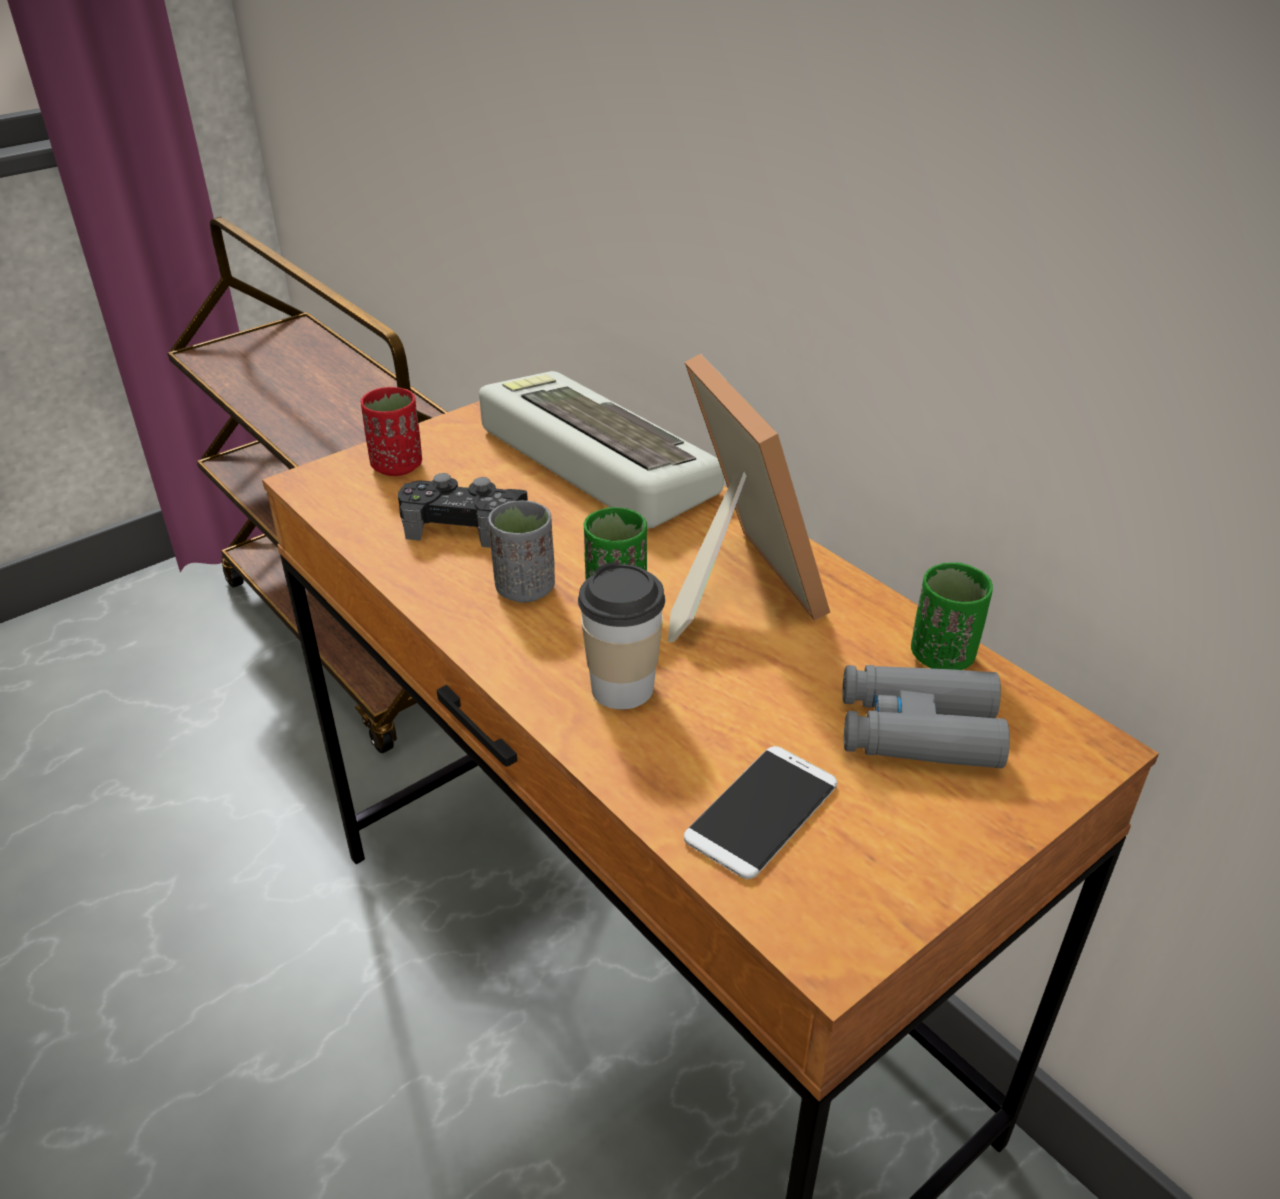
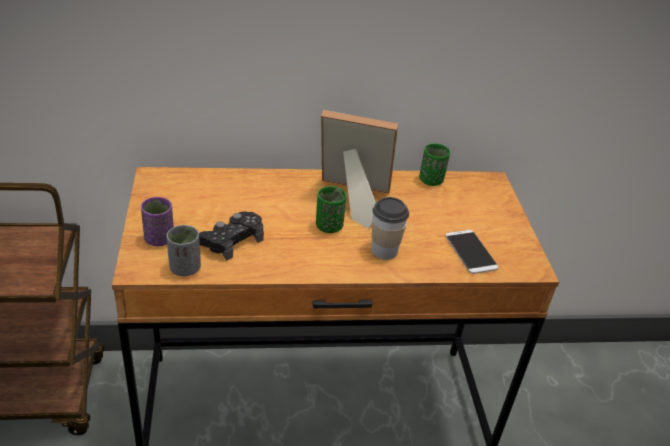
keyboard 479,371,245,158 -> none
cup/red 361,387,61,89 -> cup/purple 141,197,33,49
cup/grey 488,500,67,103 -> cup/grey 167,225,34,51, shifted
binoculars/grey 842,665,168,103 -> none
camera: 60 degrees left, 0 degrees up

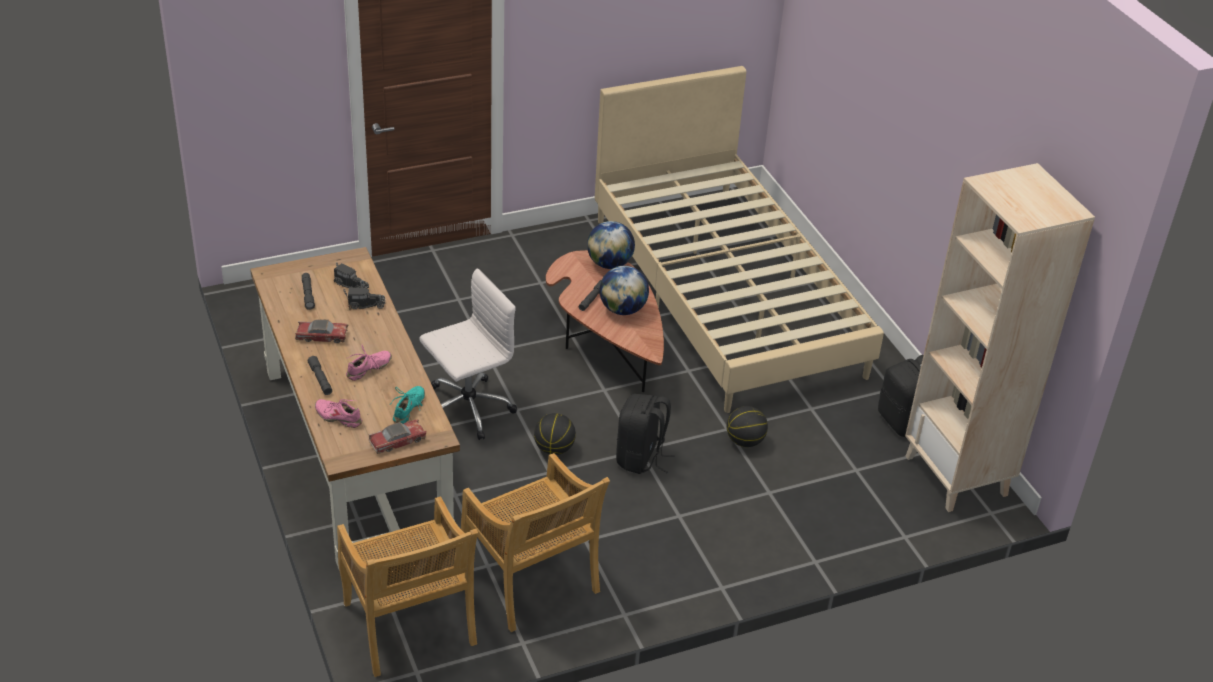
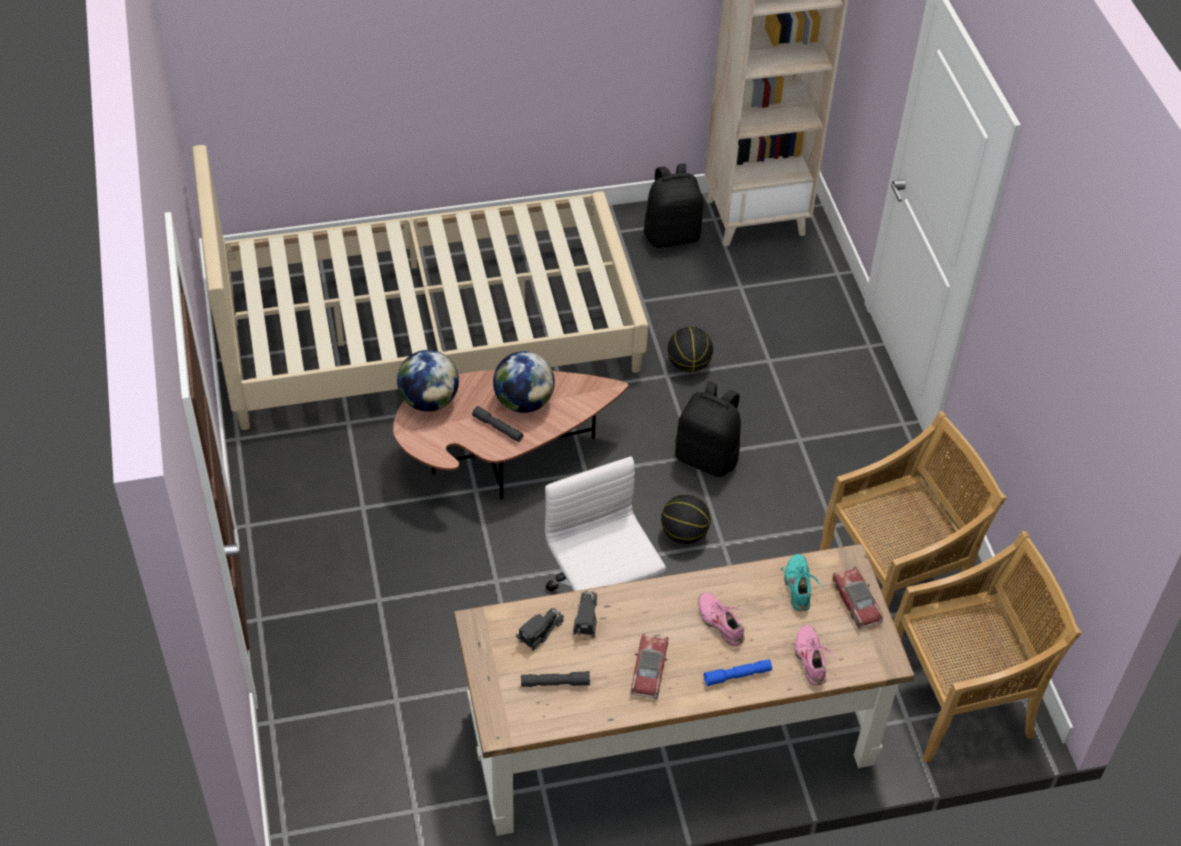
flashlight/grey 307,356,25,39 -> flashlight/blue 703,659,69,27
shoe/turquoise 391,386,34,38 -> shoe/turquoise 781,554,43,57, 60 degrees clockwise
shoe/pink 315,399,47,29 -> shoe/pink 792,625,46,61, 135 degrees clockwise
camera: 80 degrees left, 10 degrees up

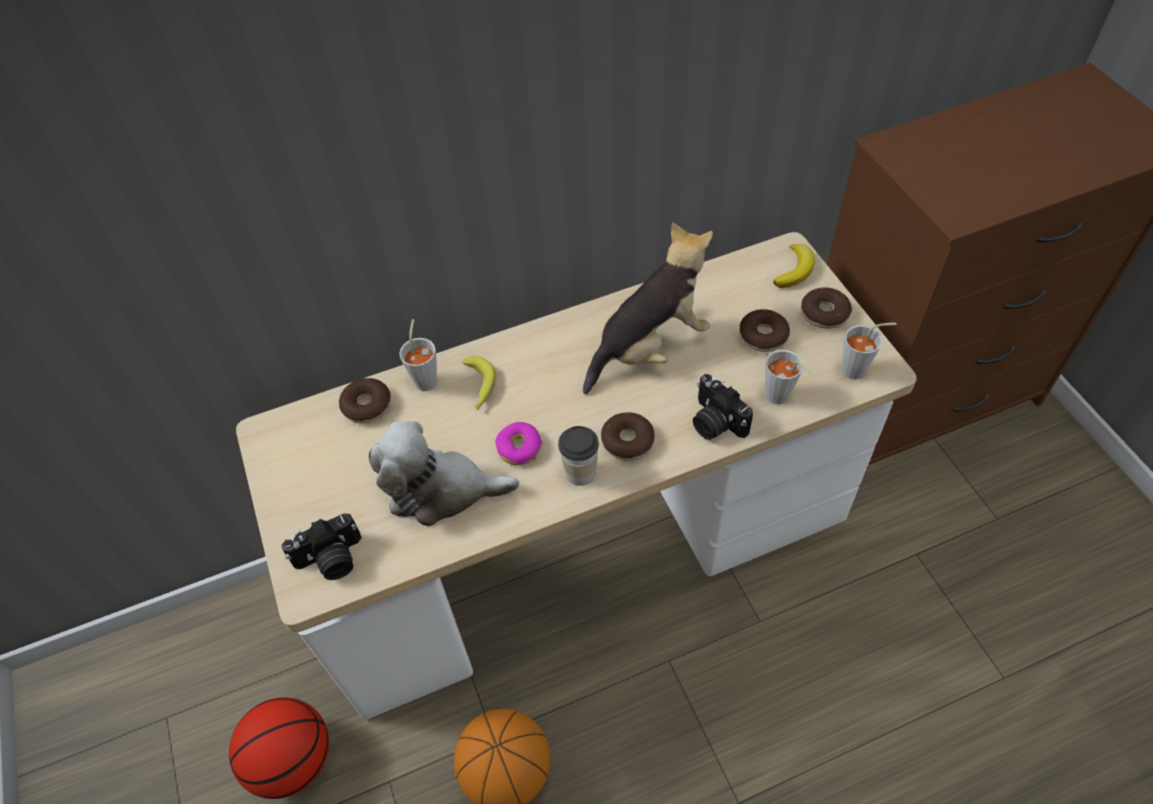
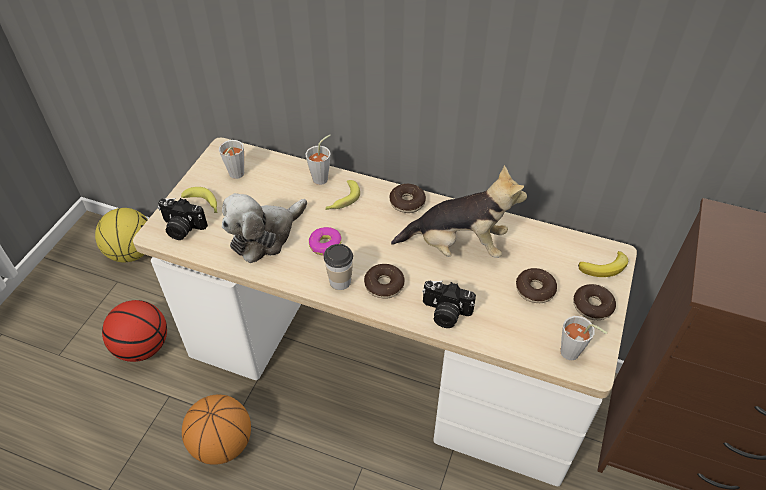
cup/grey 765,350,47,54 -> cup/grey 219,140,25,39, shifted
photo camera 693,374,60,66 -> photo camera 422,281,54,47, 75 degrees counterclockwise
donut 339,378,52,45 -> donut 390,184,36,29, shifted
plush toy 369,421,150,105 -> plush toy 222,193,85,70, 90 degrees counterclockwise
none -> banana 181,187,37,26
none -> basketball 95,208,53,54
camera: 40 degrees right, 5 degrees down

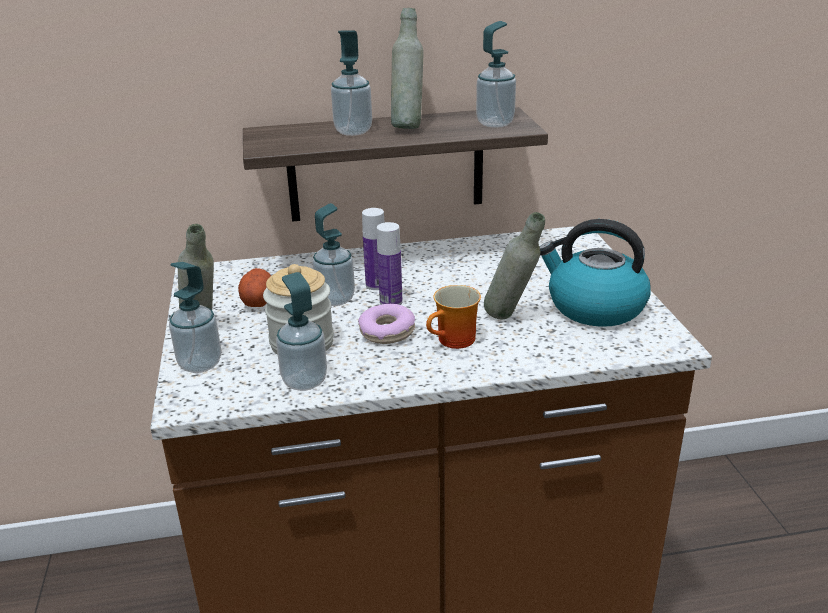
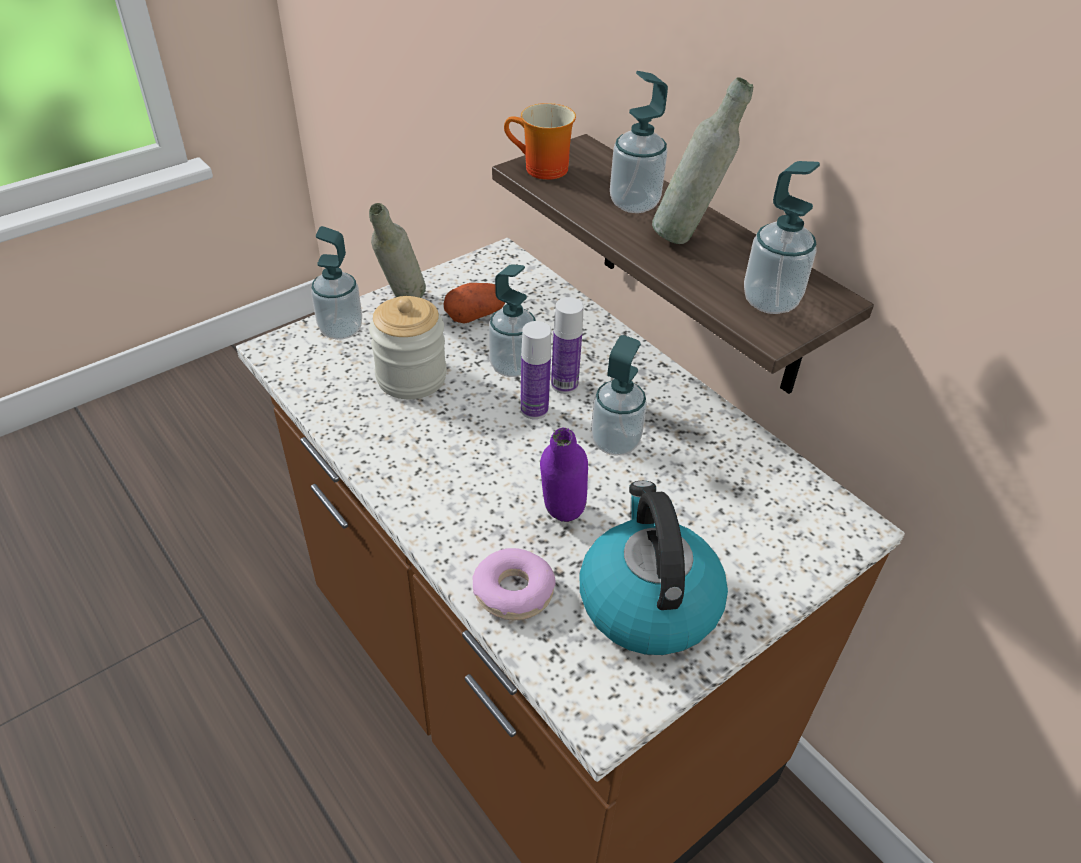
bottle/grey 484,212,61,107 -> bottle/purple 540,428,48,94
soap dispenser 276,272,51,119 -> soap dispenser 591,335,56,121, shifted
mug 426,285,55,64 -> mug 504,103,72,77, shifted
donut 358,304,57,40 -> donut 472,548,84,72, shifted
camera: 60 degrees right, 15 degrees up

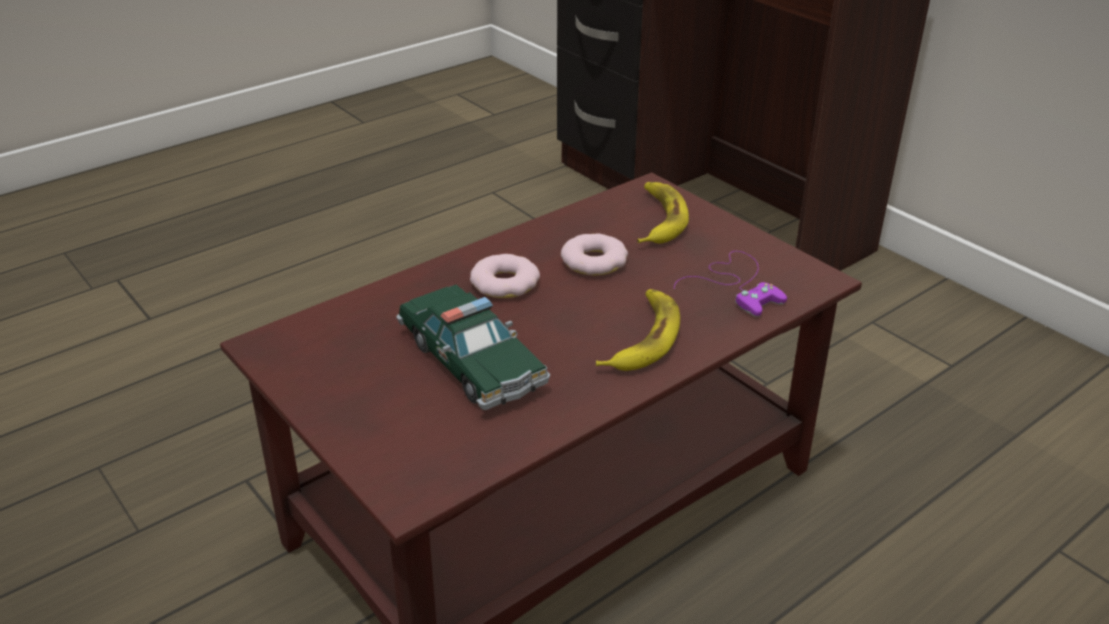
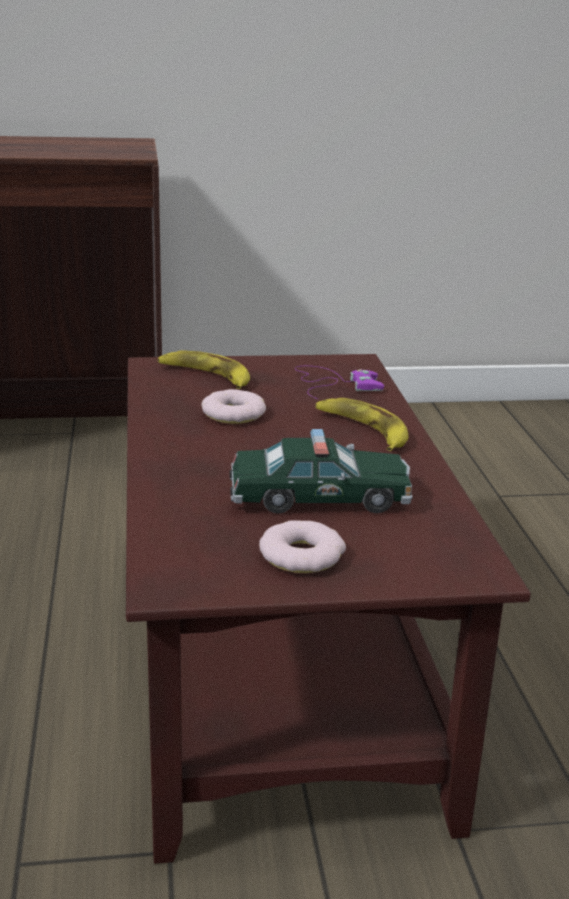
donut 470,254,70,44 -> donut 259,520,87,53, shifted
camera: 60 degrees left, 10 degrees down

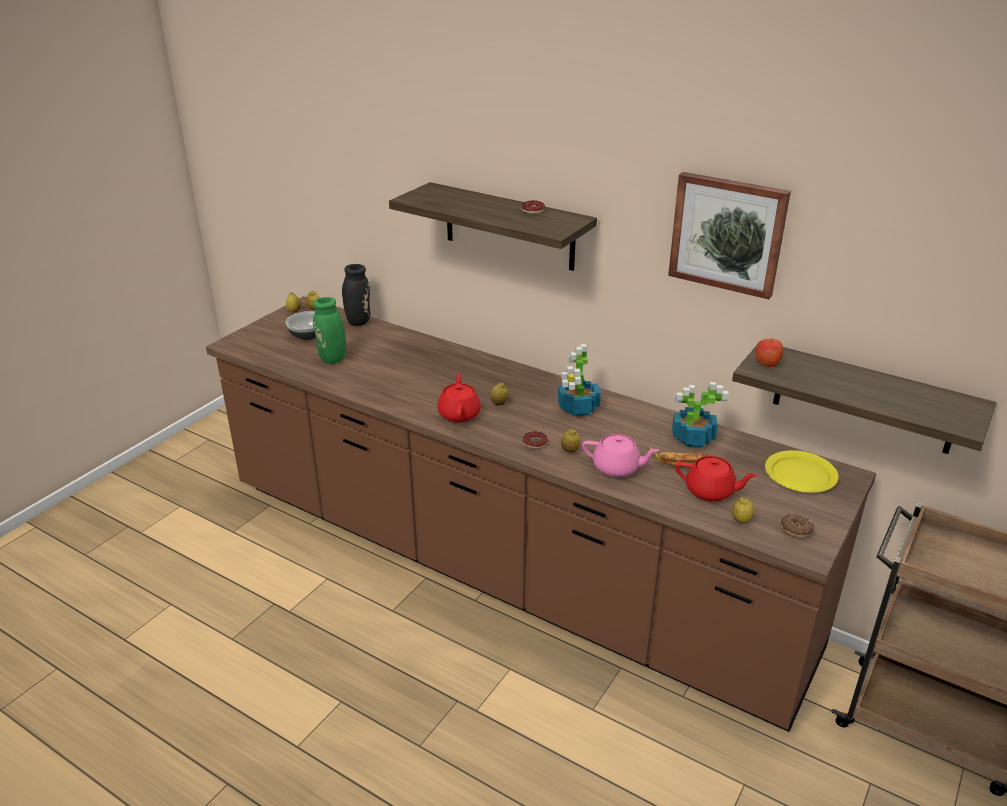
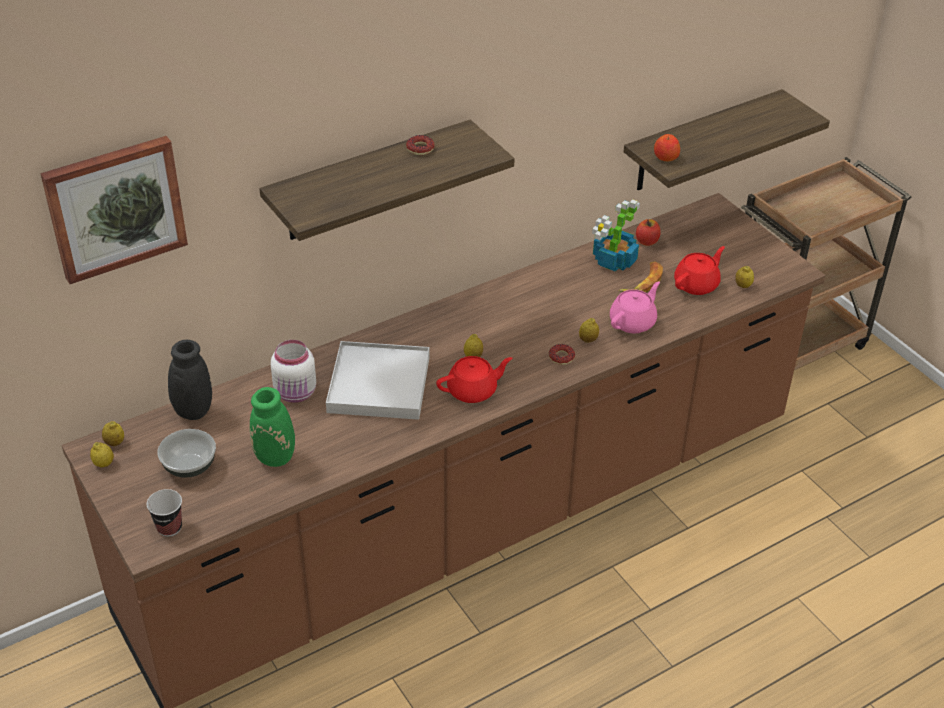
picture 668,172,123,127 -> picture 40,136,148,148, shifted
potted plant 558,344,43,72 -> none
teapot/red 437,373,44,49 -> teapot/red 436,356,76,47, 135 degrees clockwise
plate/yellow 765,450,73,43 -> none
donut 781,514,33,24 -> none
none -> apple 636,219,25,27
none -> jar/white 271,340,45,63
none -> tray/white 326,341,104,79
none -> cup 147,489,35,48
camera: 65 degrees left, 10 degrees up

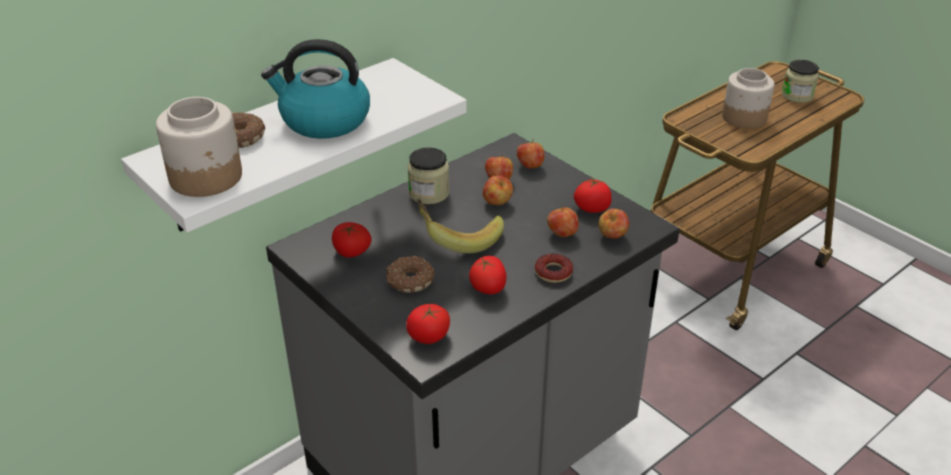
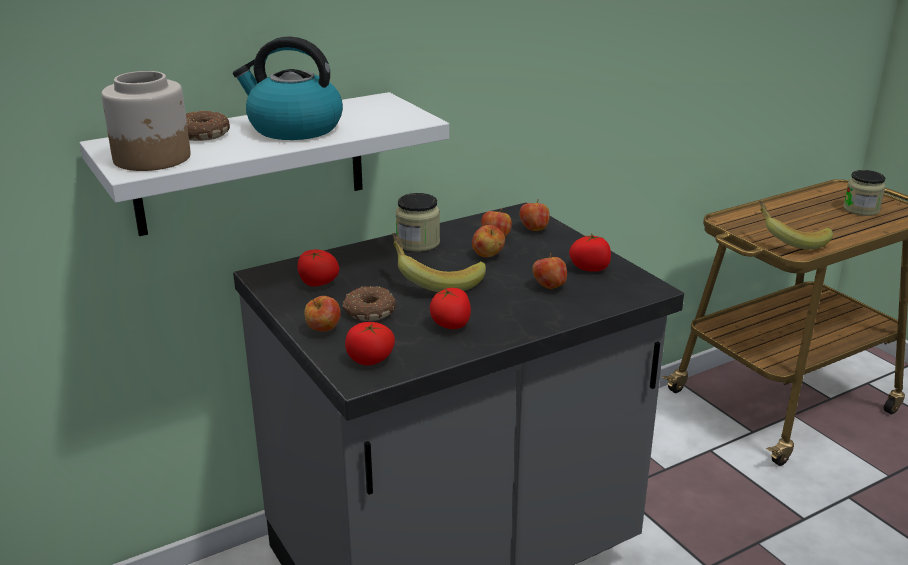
jar 722,68,53,61 -> none
apple 598,208,31,31 -> apple 304,296,37,36, shifted
donut 535,253,38,30 -> none
none -> banana 759,201,74,49
camera: 10 degrees right, 10 degrees down

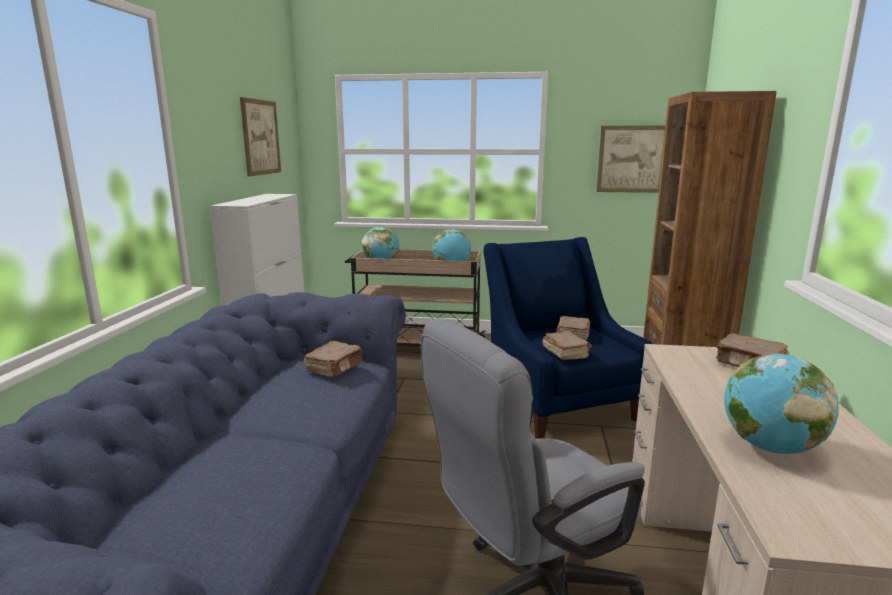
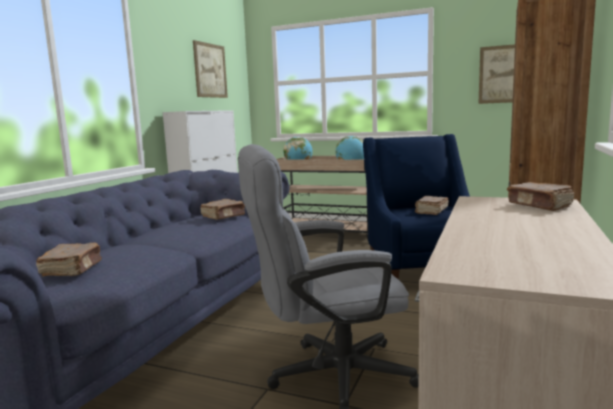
book/brown 542,331,50,29 -> book/brown 36,242,66,34, shifted
globe 724,354,115,100 -> none
camera: 15 degrees right, 5 degrees down

